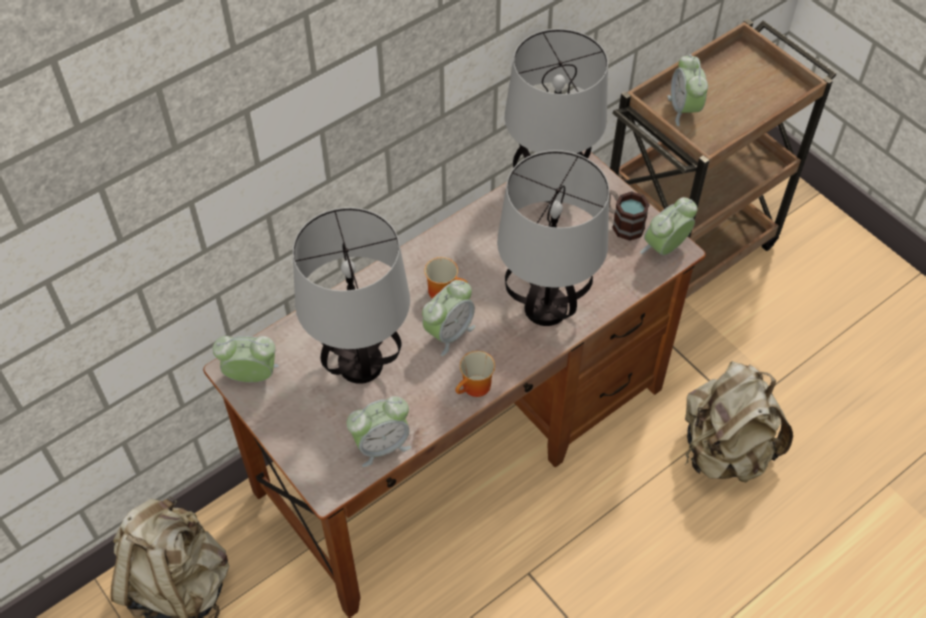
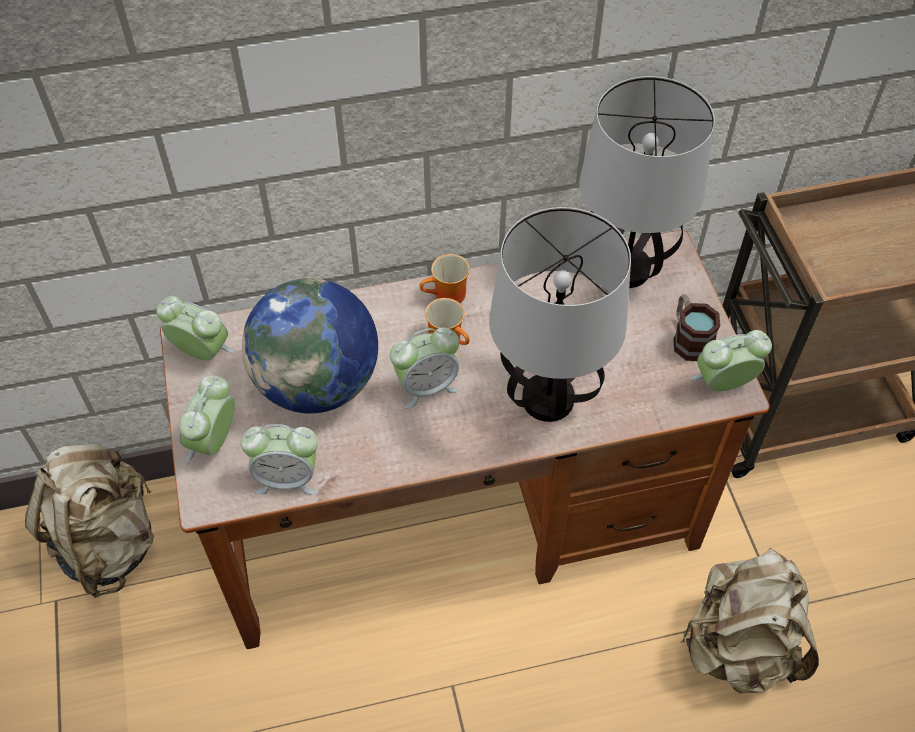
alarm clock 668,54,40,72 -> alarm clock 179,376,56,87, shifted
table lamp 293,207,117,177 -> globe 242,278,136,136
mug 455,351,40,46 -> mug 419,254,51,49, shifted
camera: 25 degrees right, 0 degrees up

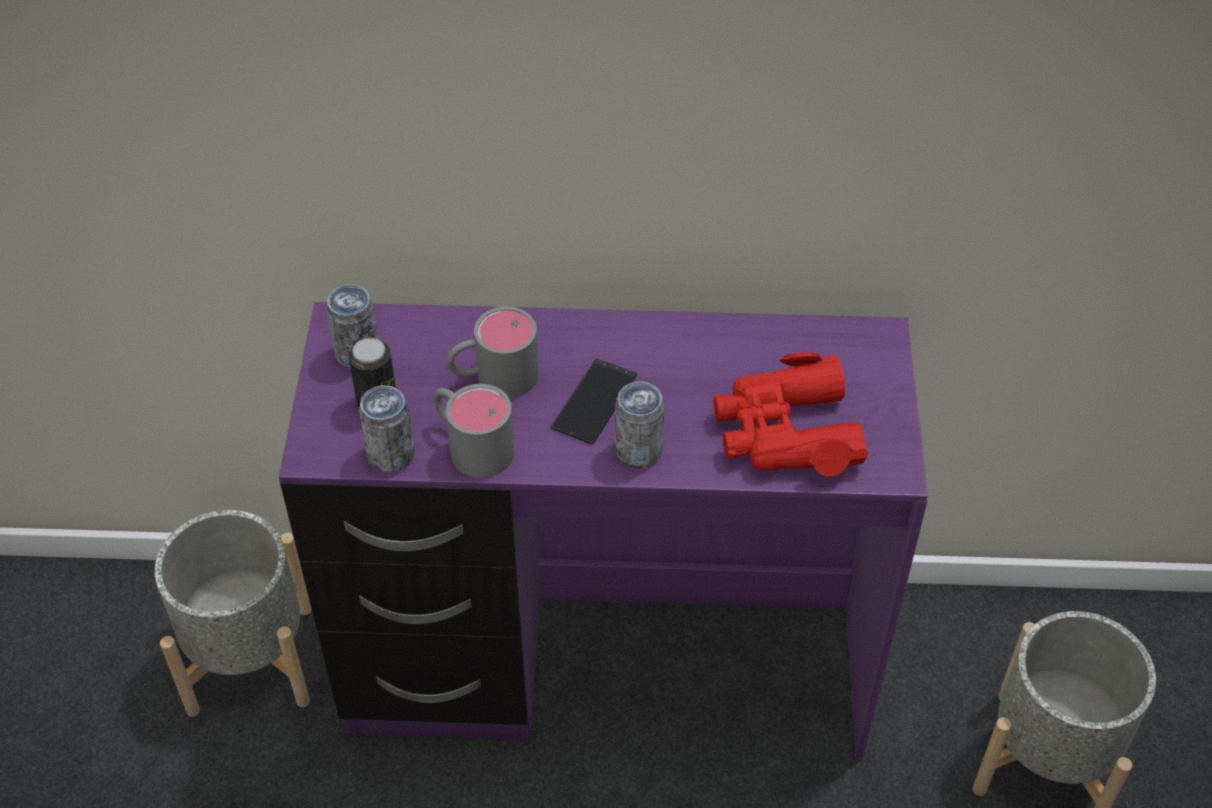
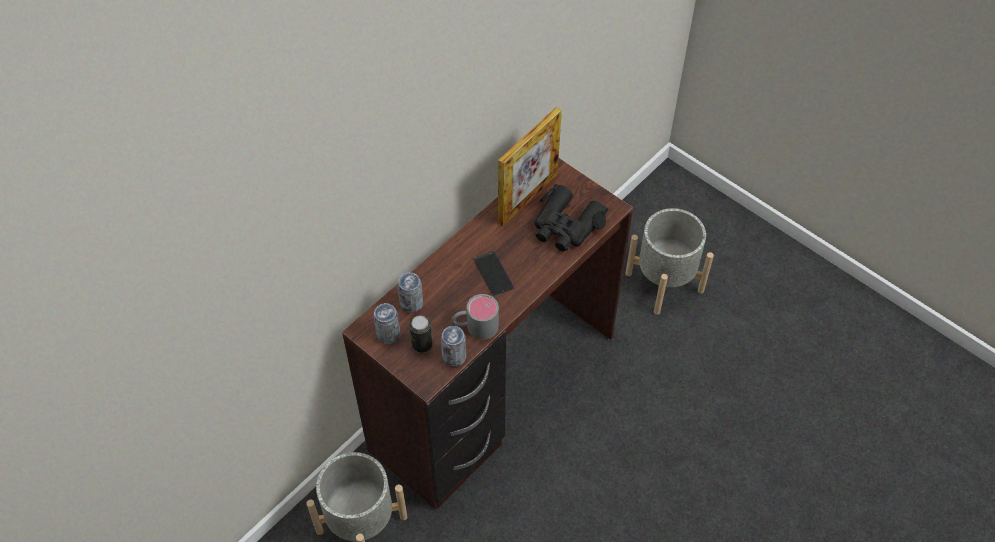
desk/purple 279,302,649,457 -> desk/brown 342,158,291,352
mug/grey 446,306,93,92 -> none
binoculars/red 713,352,155,125 -> binoculars/black 534,184,75,67
can 615,381,50,87 -> can 397,273,26,40, shifted
none -> picture frame 498,107,64,119
camera: 50 degrees left, 5 degrees up

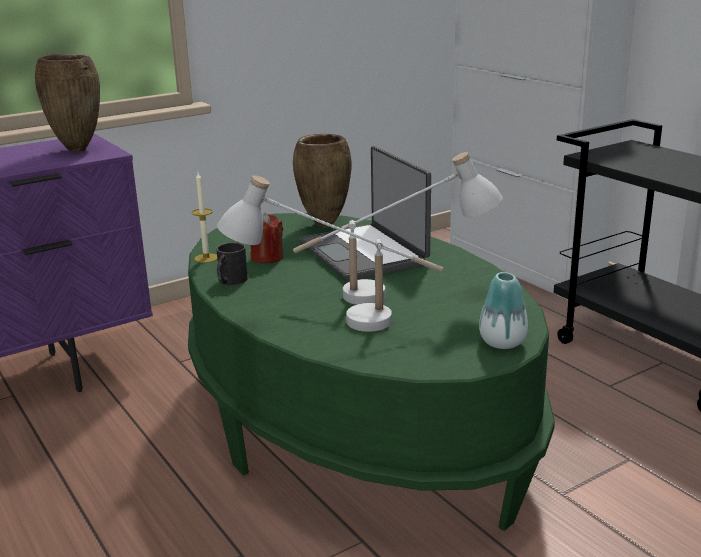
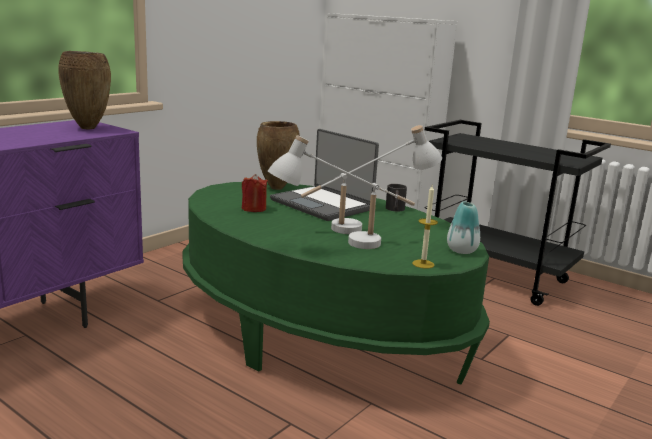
candle 191,172,26,91 -> candle 412,185,26,84, shifted
mug/black 217,243,31,42 -> mug/black 386,184,21,27, shifted
camera: 20 degrees left, 5 degrees down

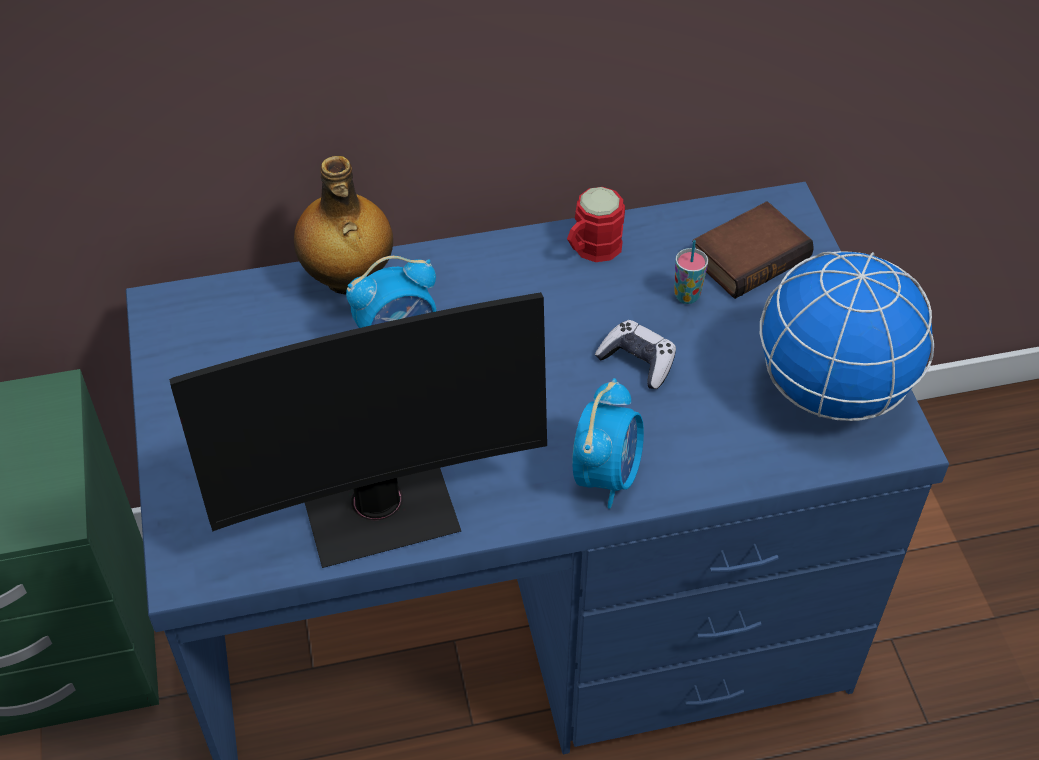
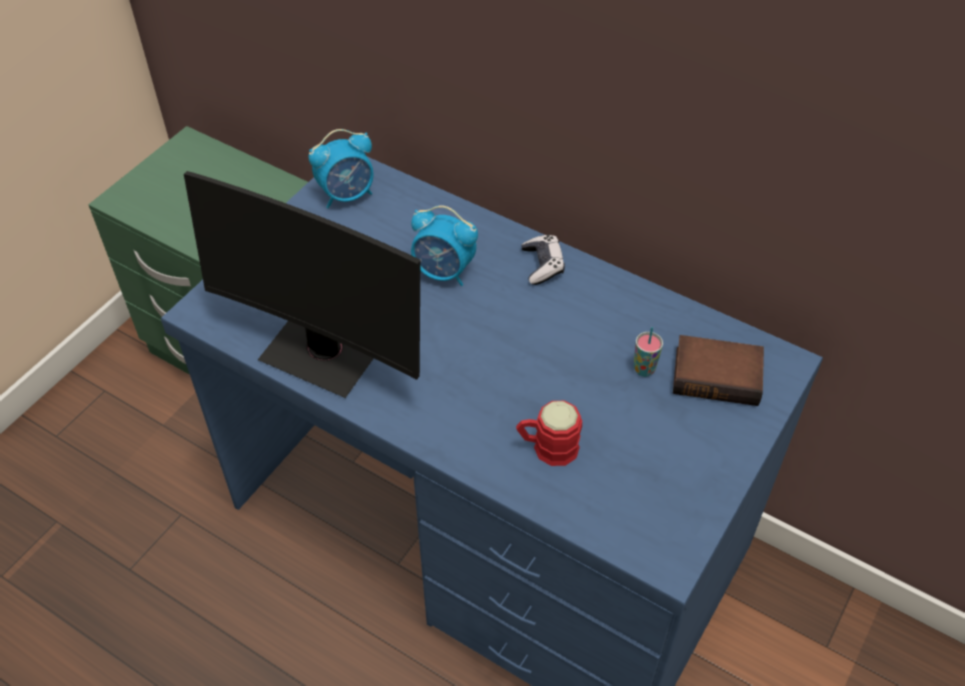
bottle 294,156,99,138 -> none
mug/red 567,187,58,75 -> mug/red 516,401,66,65, shifted
globe 760,251,174,170 -> none
game controller 595,320,81,69 -> game controller 521,234,44,51, shifted
alarm clock 572,378,72,131 -> alarm clock 309,129,65,79, shifted
camera: 45 degrees right, 0 degrees up

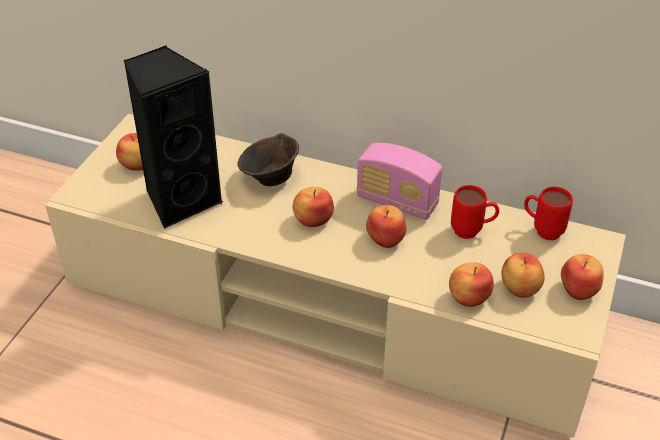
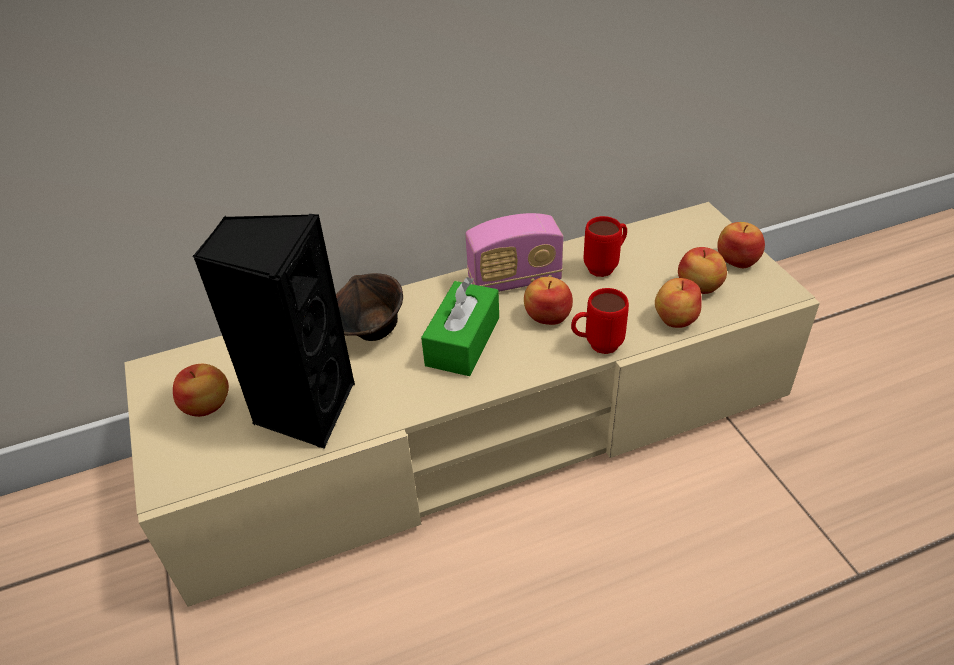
apple 293,187,41,40 -> tissue box/green 421,277,78,99
mug/red 524,187,49,53 -> mug/red 571,288,58,66, shifted
camera: 40 degrees left, 0 degrees up

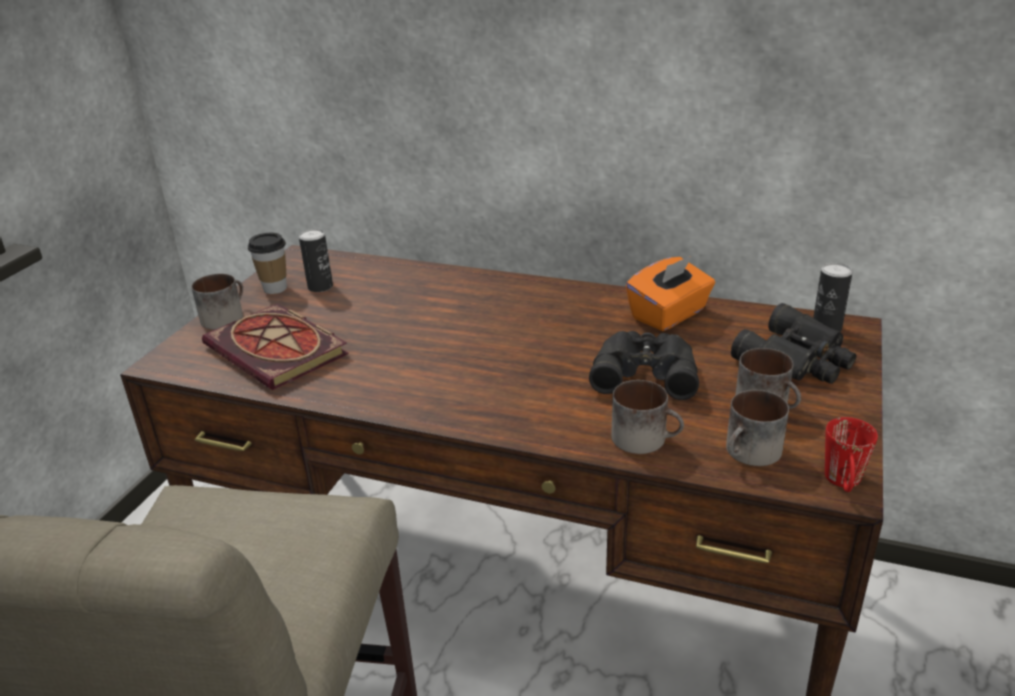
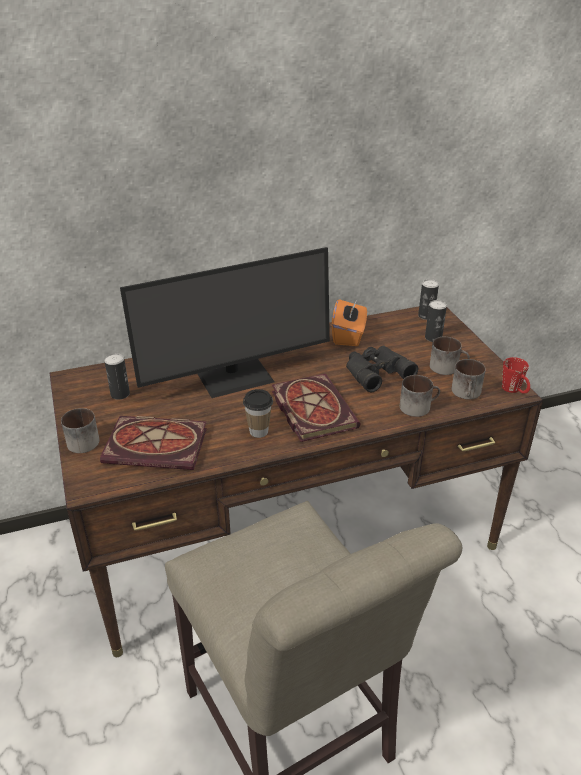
cup 248,233,39,61 -> cup 243,389,30,49, shifted
binoculars/black 731,303,125,81 -> can 425,300,22,42
none -> monitor 120,247,210,151
none -> book 272,374,88,68
camera: 40 degrees left, 5 degrees up

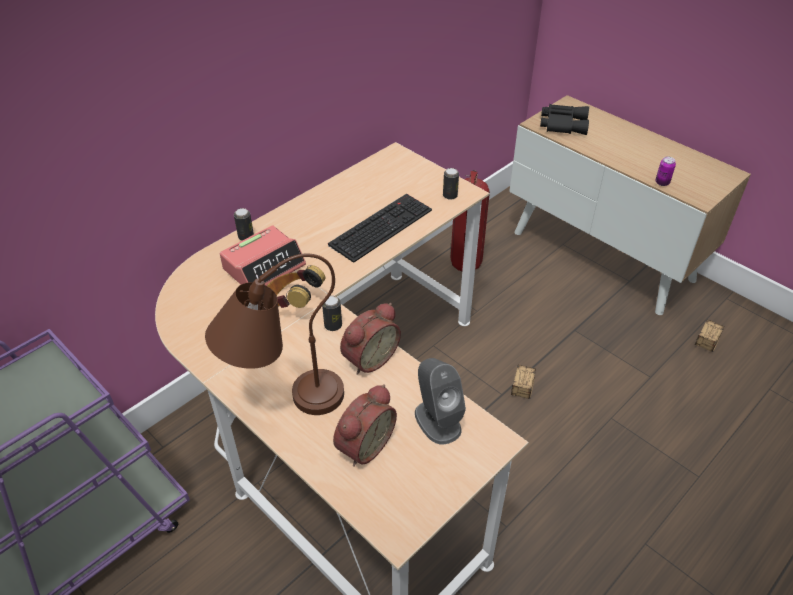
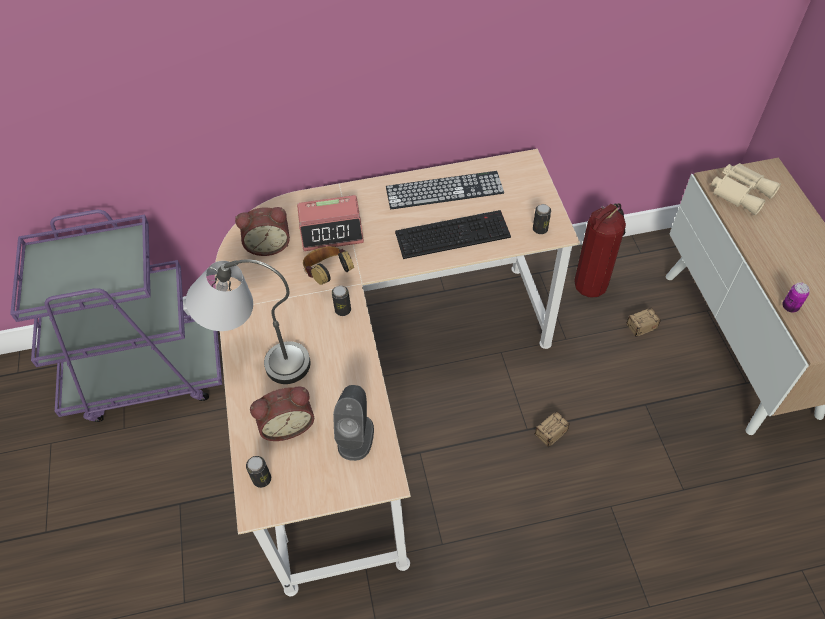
binoculars/black 540,104,49,31 -> binoculars/beige 711,163,70,52
can 234,208,20,33 -> can 246,456,25,32, shifted
table lamp/brown 205,253,139,162 -> table lamp/grey 186,259,125,125
alarm clock 340,303,61,72 -> alarm clock 235,207,55,49, shifted
storage box 695,320,29,32 -> storage box 613,308,48,29, shifted
none -> keyboard 386,171,118,38
camera: 35 degrees right, 10 degrees up

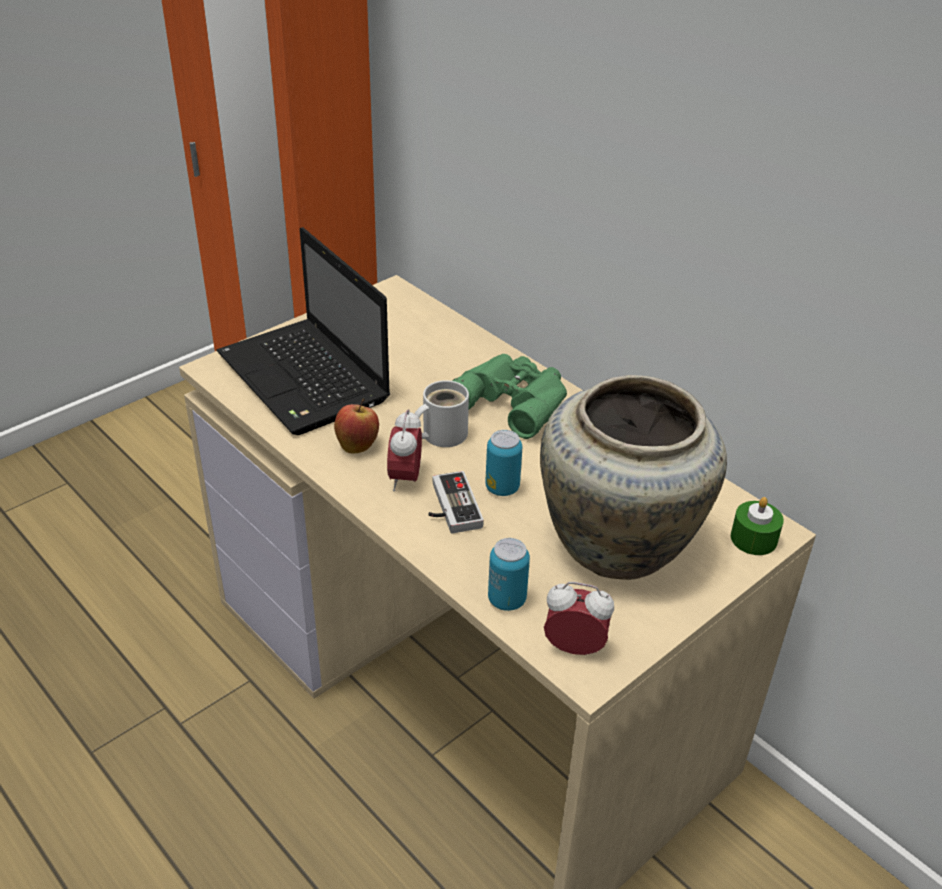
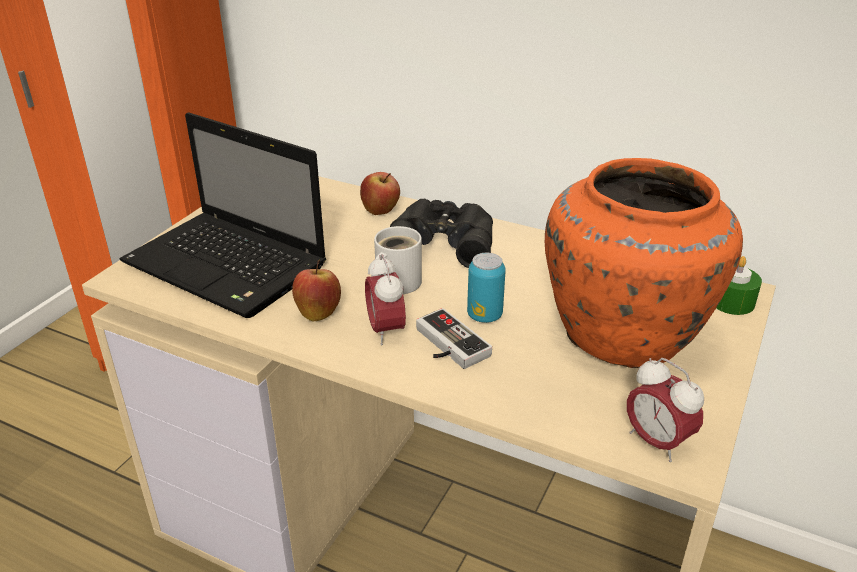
binoculars/green 452,354,115,85 -> binoculars/black 390,199,103,69
vase/beige 540,375,187,205 -> vase/orange 545,158,198,210
can 488,538,42,73 -> none
alarm clock 544,582,70,73 -> alarm clock 627,358,77,104, 120 degrees counterclockwise
none -> apple 360,172,40,43
camera: 20 degrees left, 5 degrees down

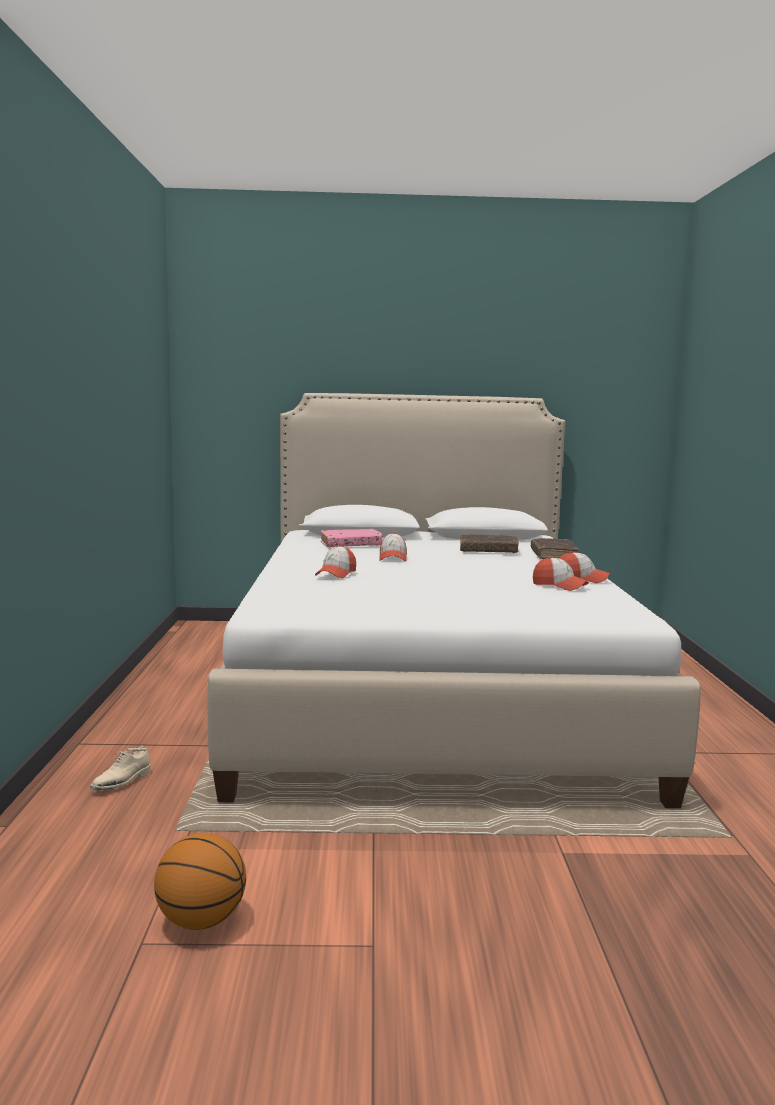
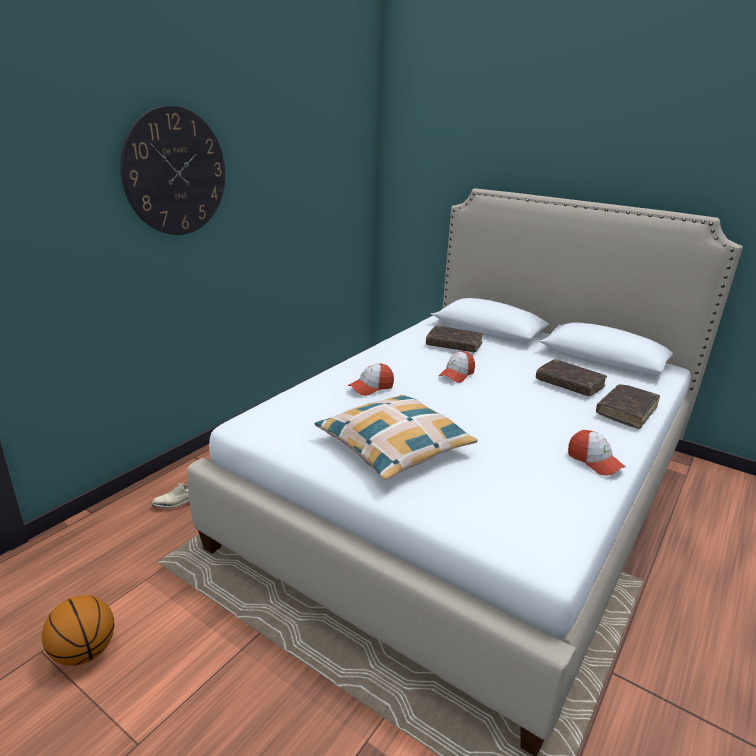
book/pink 321,529,62,19 -> book/brown 426,326,57,26
cap 533,557,56,34 -> none
none -> wall clock 120,106,105,129
none -> pillow 315,395,163,85
camera: 35 degrees right, 15 degrees up

